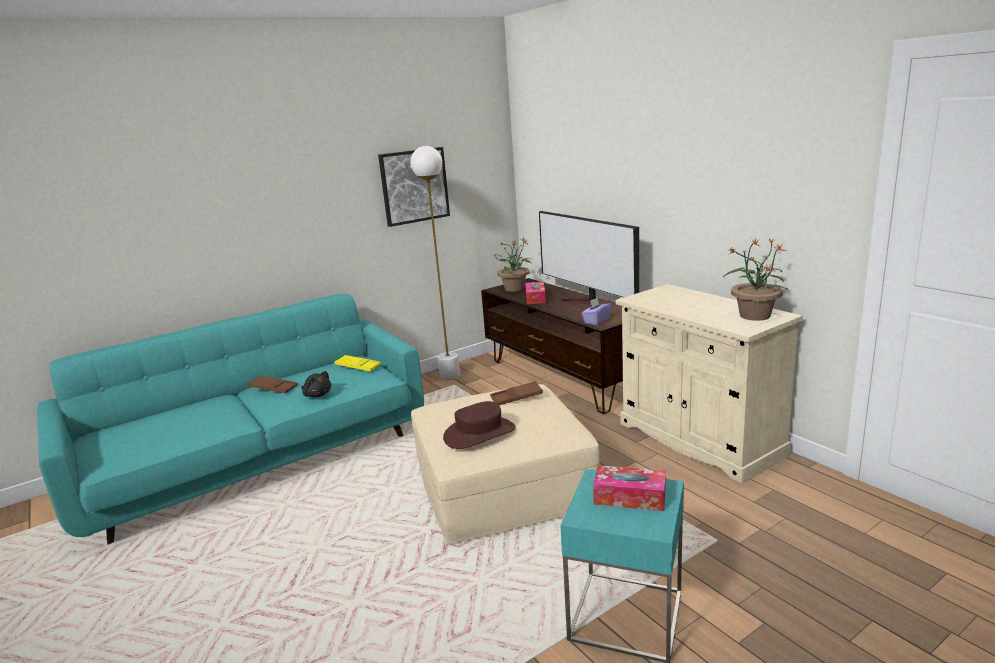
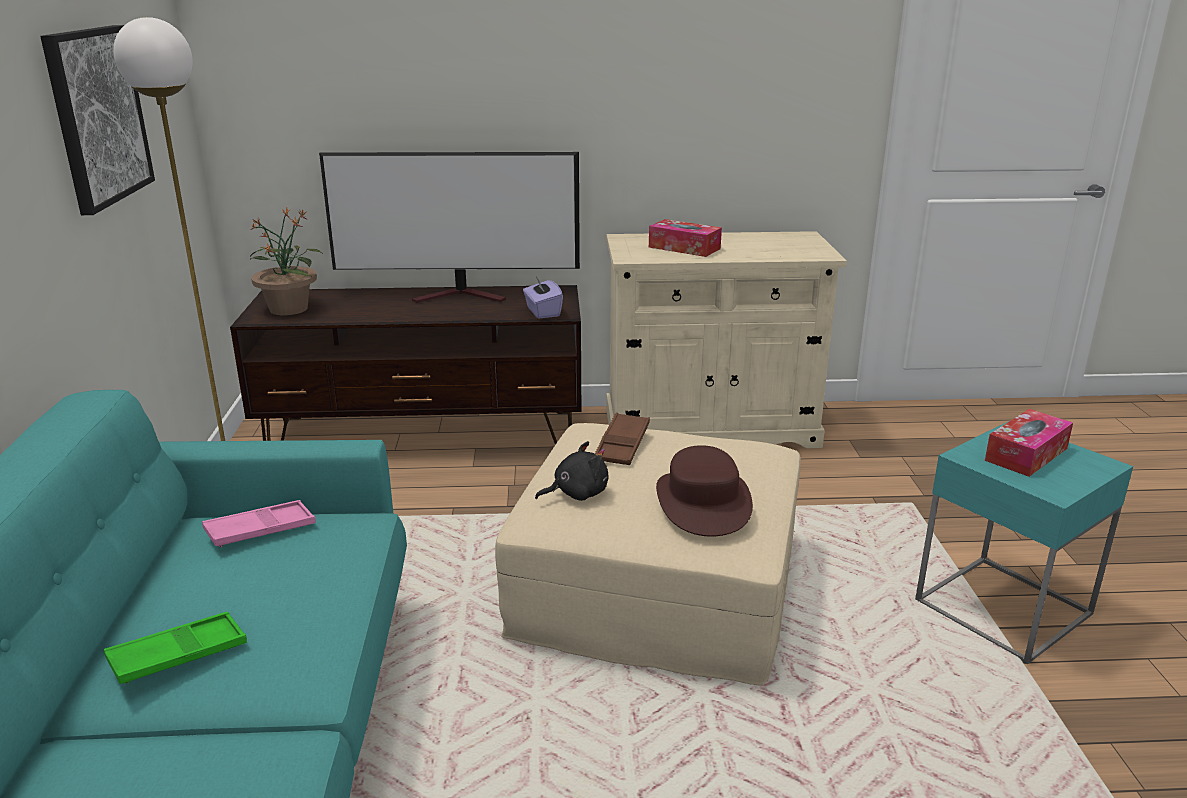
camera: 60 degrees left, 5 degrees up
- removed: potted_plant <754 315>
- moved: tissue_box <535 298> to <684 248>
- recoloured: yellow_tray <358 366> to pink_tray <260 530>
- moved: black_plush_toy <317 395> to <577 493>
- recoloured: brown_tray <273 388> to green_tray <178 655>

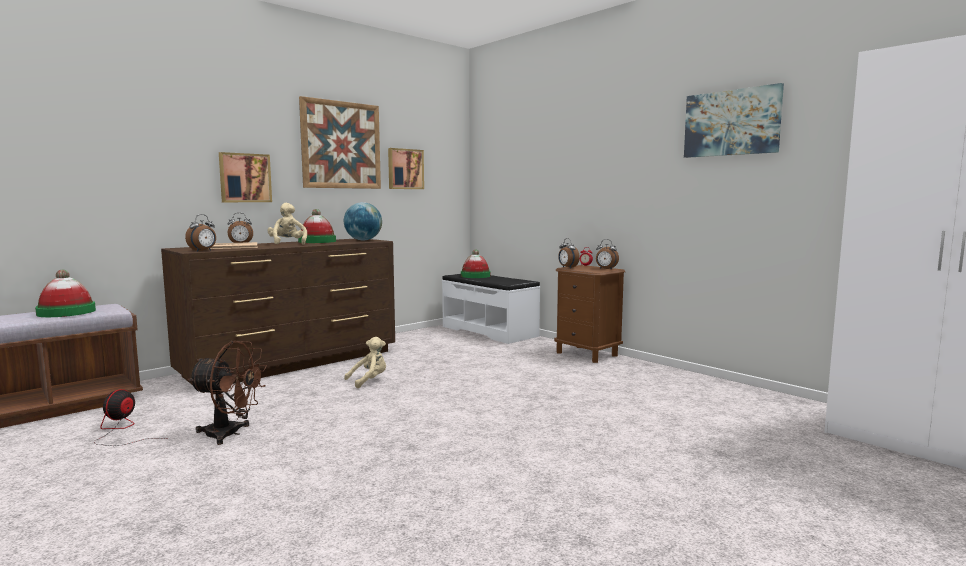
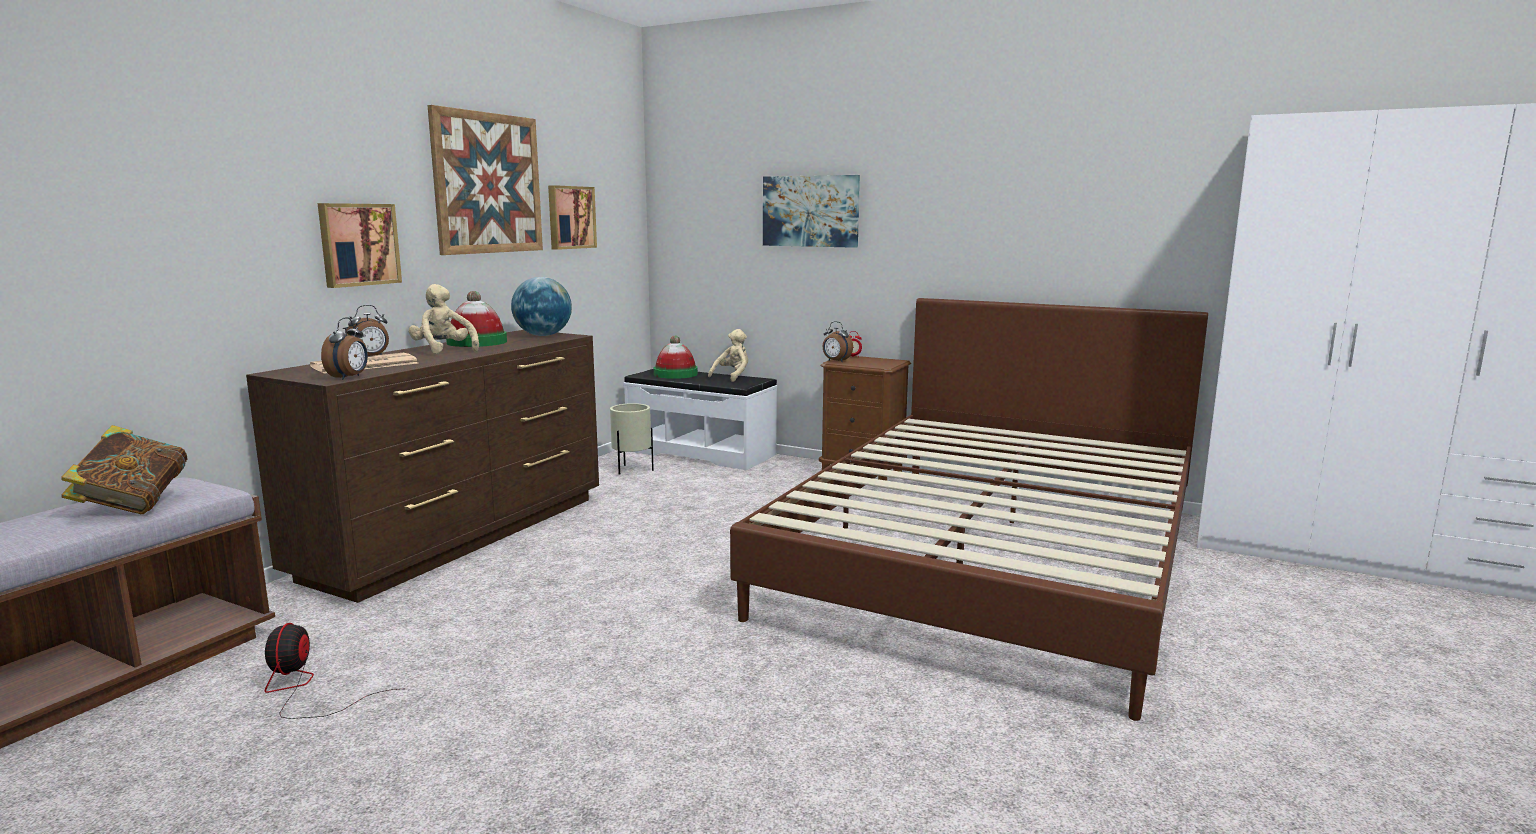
camera: 20 degrees left, 5 degrees up
- moved: picture <731 123> to <810 211>
- removed: alarm_clock <606 269>
- replaced: hat <66 312> to book <133 505>
- moved: beige_plush_toy <369 381> to <732 377>
- removed: brown_fan <230 434>
- added: brown_bed <993 559>
- added: beige_planter <632 470>

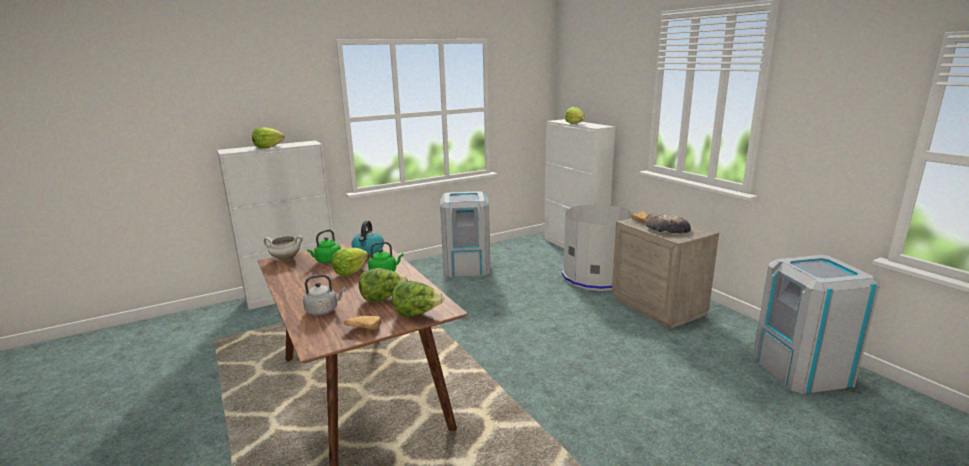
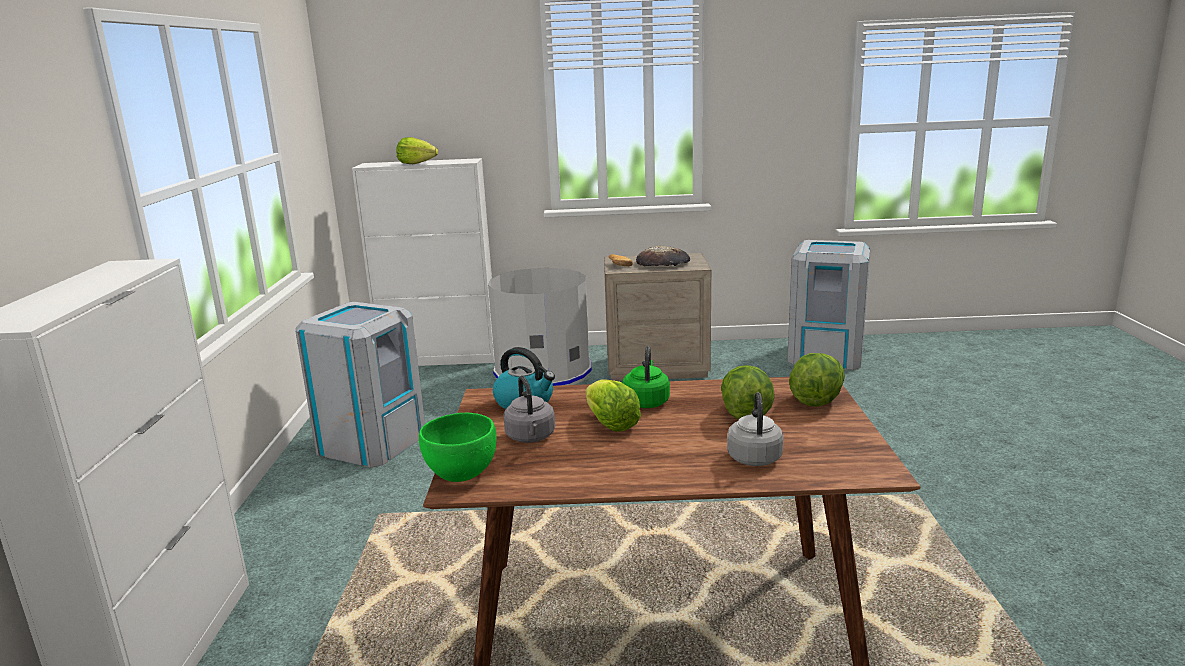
camera: 60 degrees left, 0 degrees up
- removed: lettuce <268 147>
- recoloured: green_kettle <327 261> to grey_kettle <531 437>
- replaced: white_cooking_pot <285 258> to green_bowl <461 474>
- removed: bread <362 329>

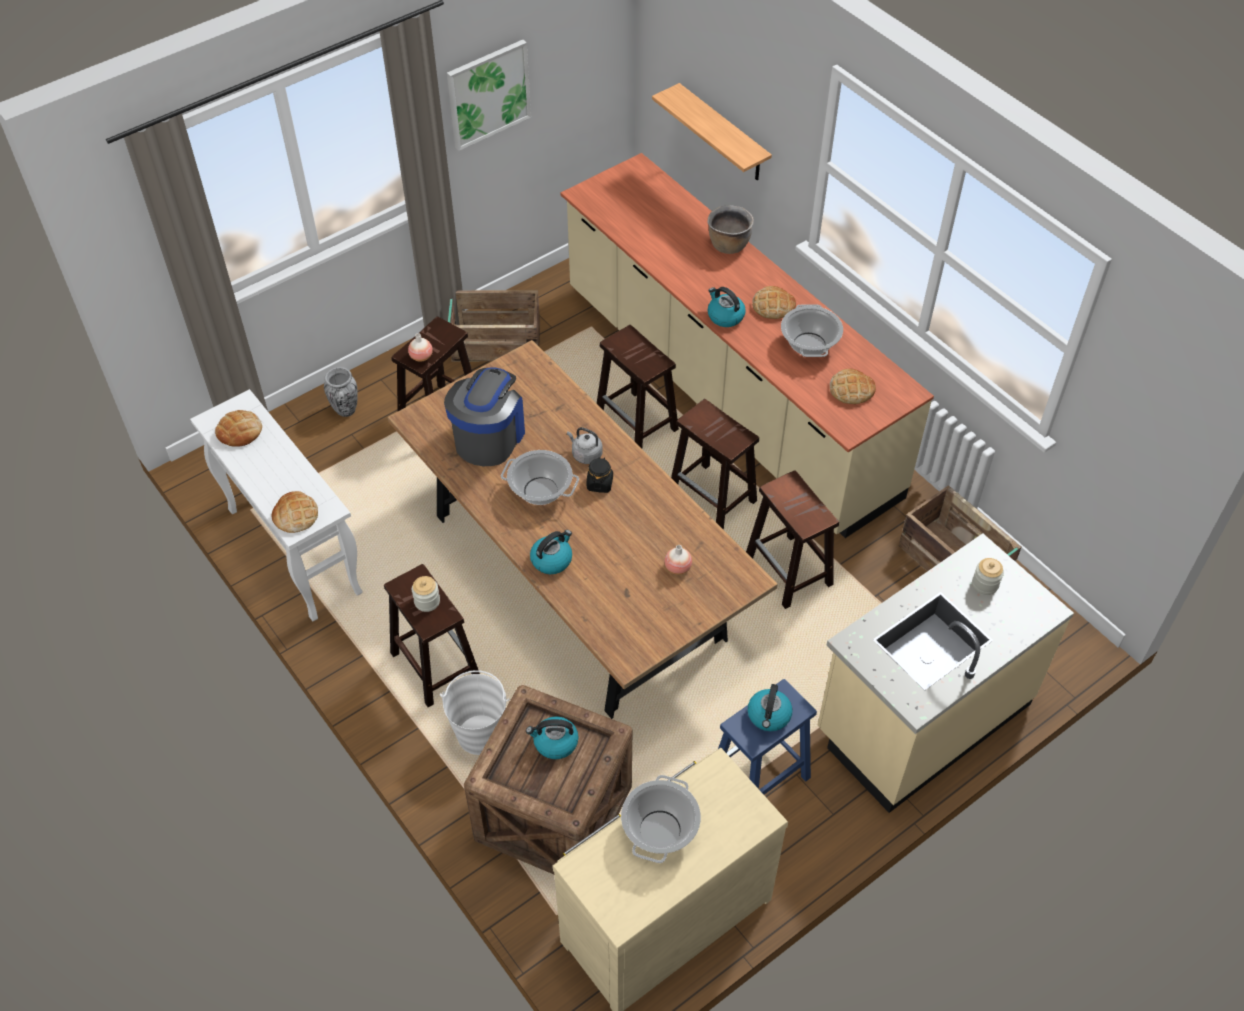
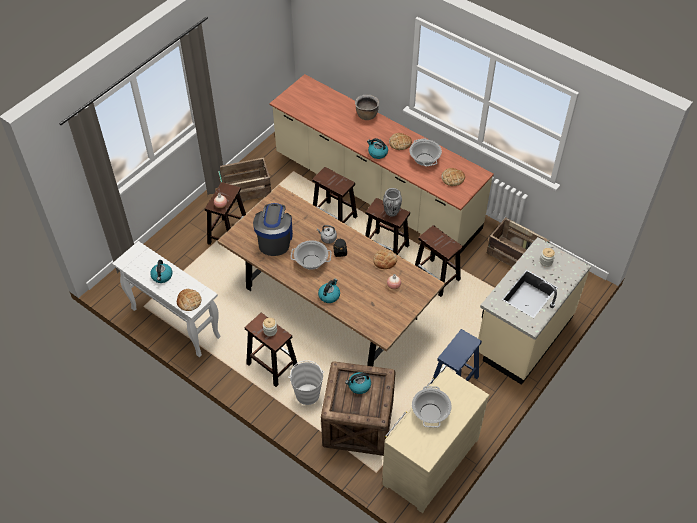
camera: 15 degrees left, 0 degrees up
- removed: picture <488 94>
- removed: shelf <723 134>
- moved: vase <345 410> to <391 212>
- moved: bread <240 431> to <385 260>
- moved: kettle <769 716> to <162 276>

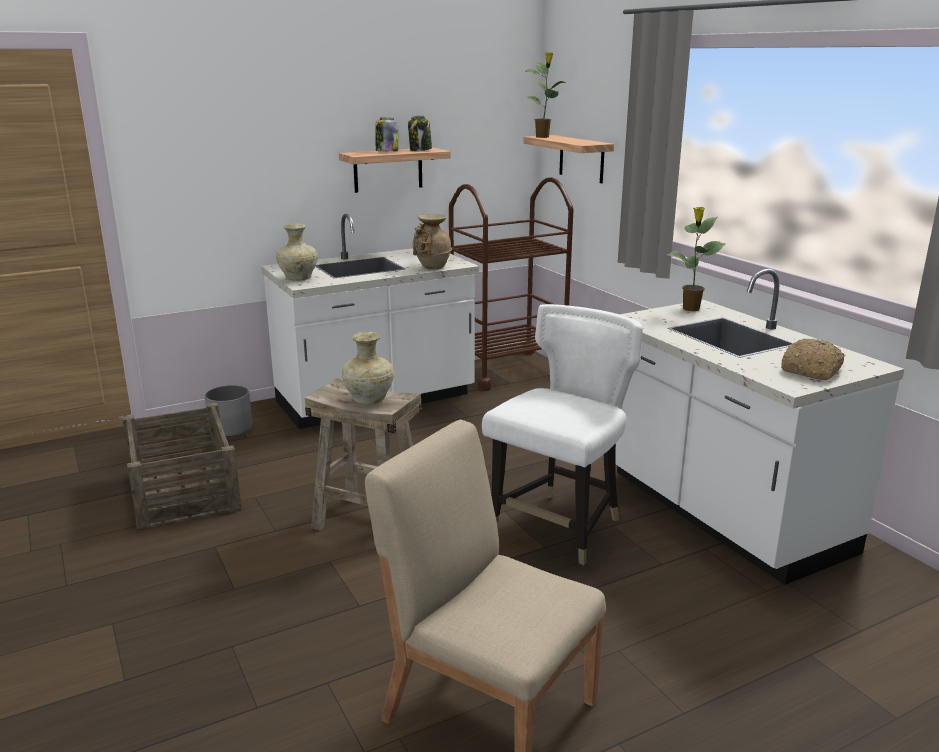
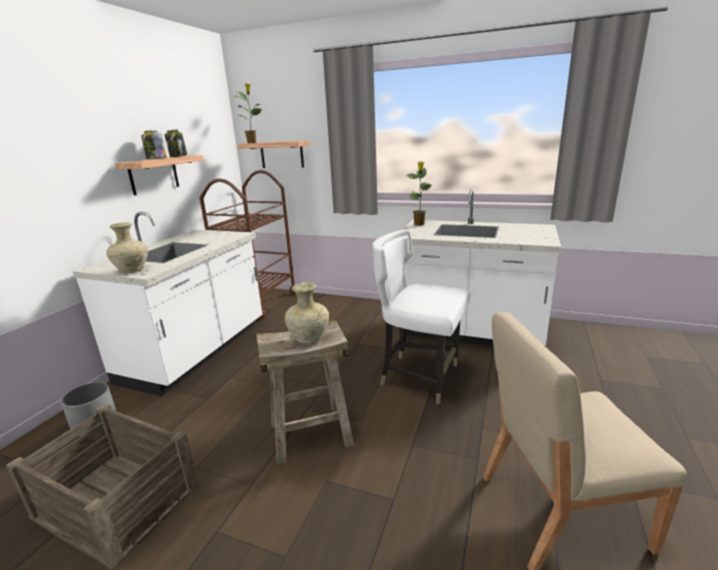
camera: 40 degrees left, 0 degrees up
- removed: beige_vase <431 267>
- turned: white_chair <559 527> = <419 376> 60 degrees counterclockwise
- removed: bread <811 370>

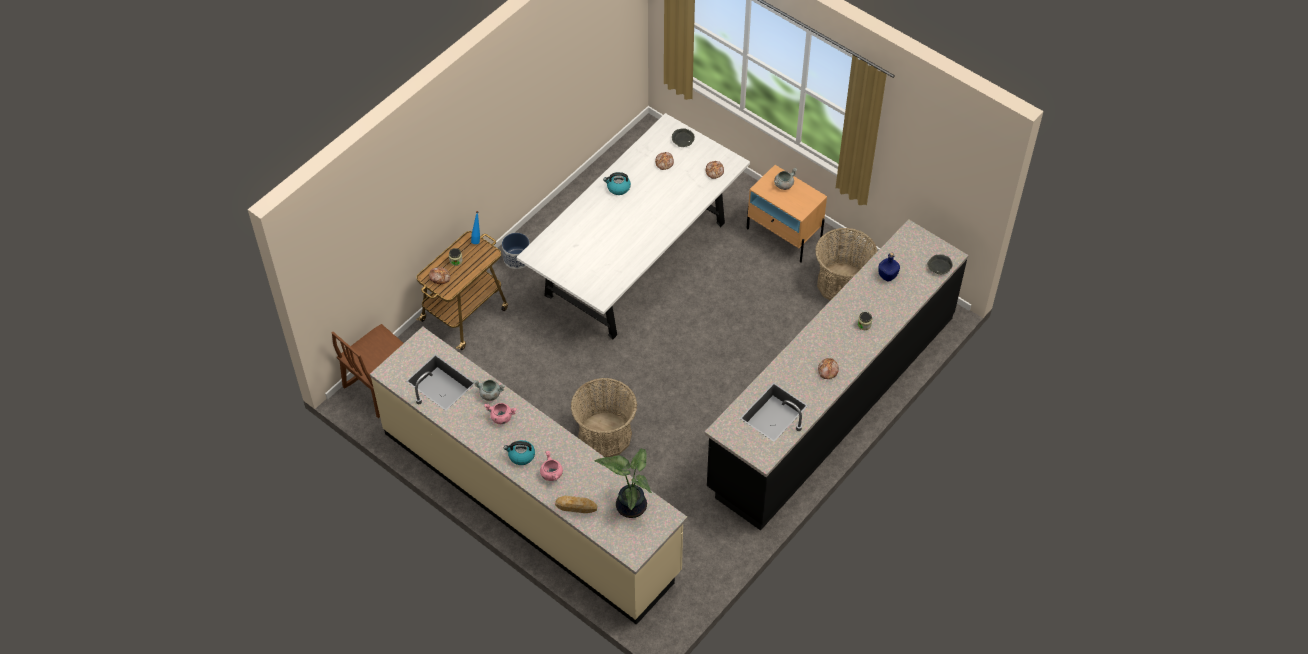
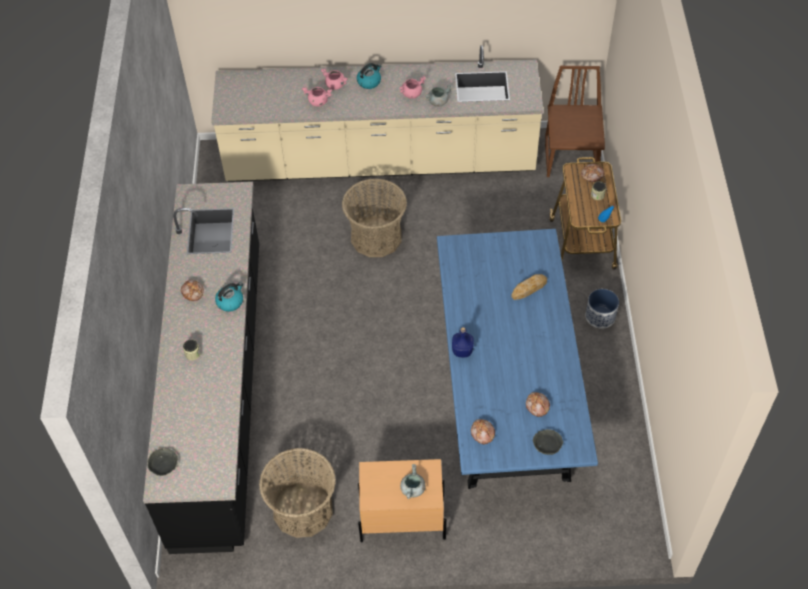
camera: 140 degrees right, 0 degrees up
- recoloured: white_dining_table <636 259> to blue_dining_table <506 391>
- moved: kettle <618 188> to <230 301>
- moved: blue_bottle <887 276> to <462 351>
- removed: potted_plant <630 504>
- moved: bread <576 506> to <529 288>
- added: pink_cooking_pot <318 102>

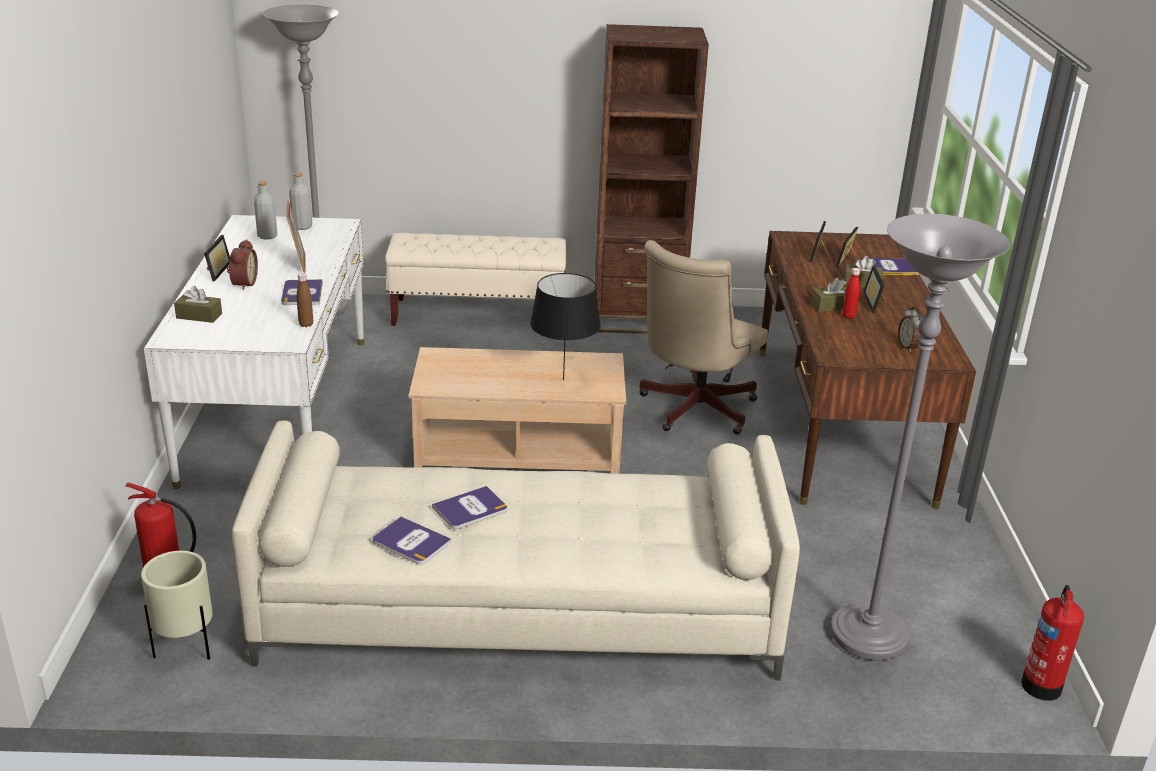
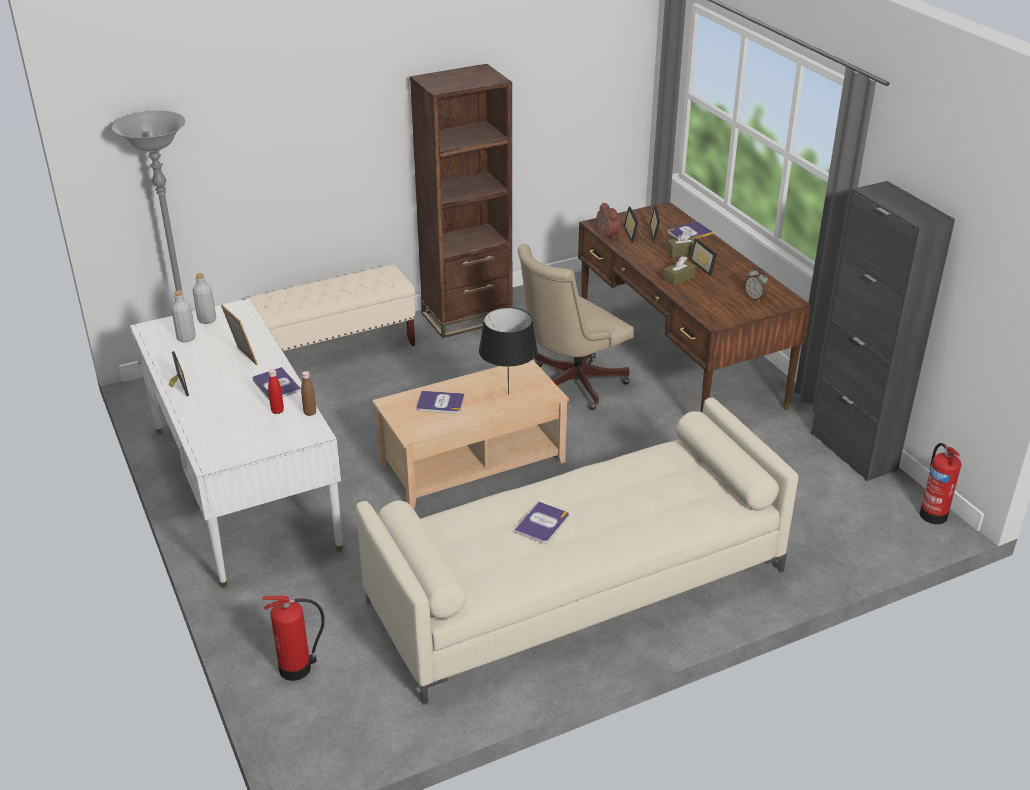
camera: 25 degrees left, 5 degrees up
- removed: grey_floor_lamp <868 636>
- moved: alarm_clock <242 283> to <606 235>
- turned: beige_office_chair <692 410> = <570 384> 45 degrees clockwise
- moved: red_bottle <848 316> to <277 411>
- removed: brown_tissue_box <199 316>
- moved: book <411 542> to <440 403>
- removed: beige_planter <185 647>
- added: black_cabinet <853 451>

